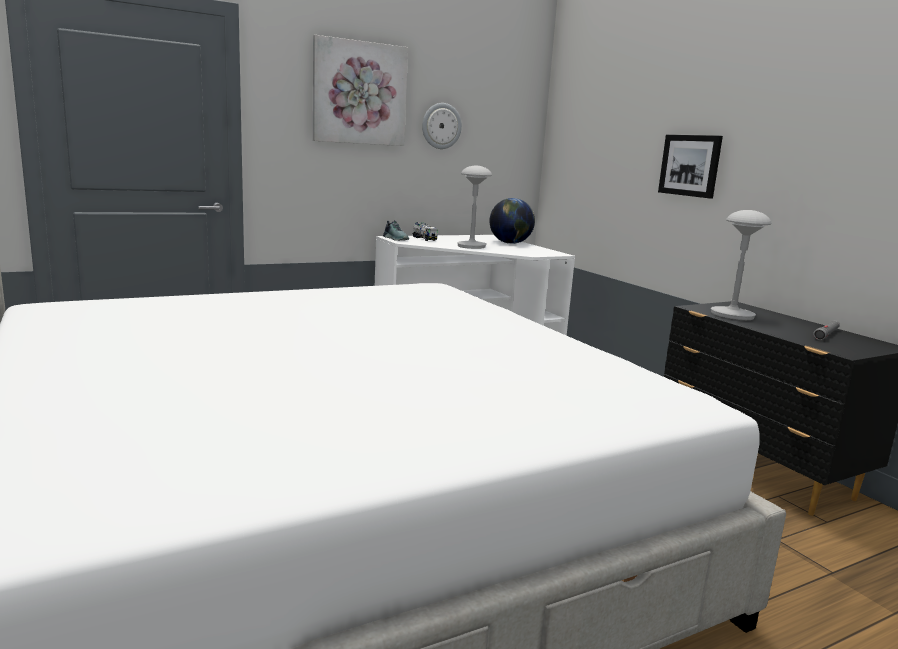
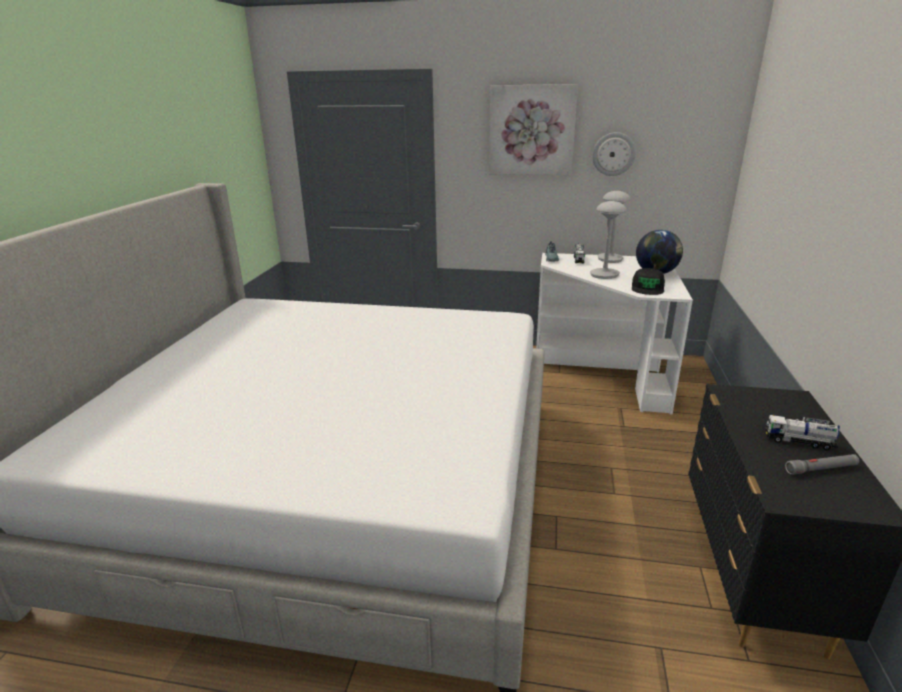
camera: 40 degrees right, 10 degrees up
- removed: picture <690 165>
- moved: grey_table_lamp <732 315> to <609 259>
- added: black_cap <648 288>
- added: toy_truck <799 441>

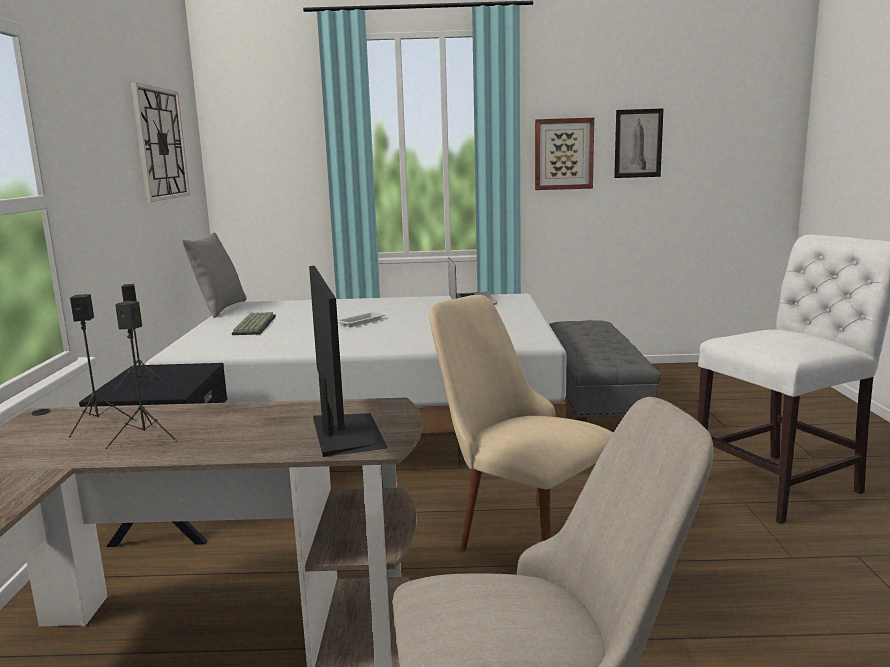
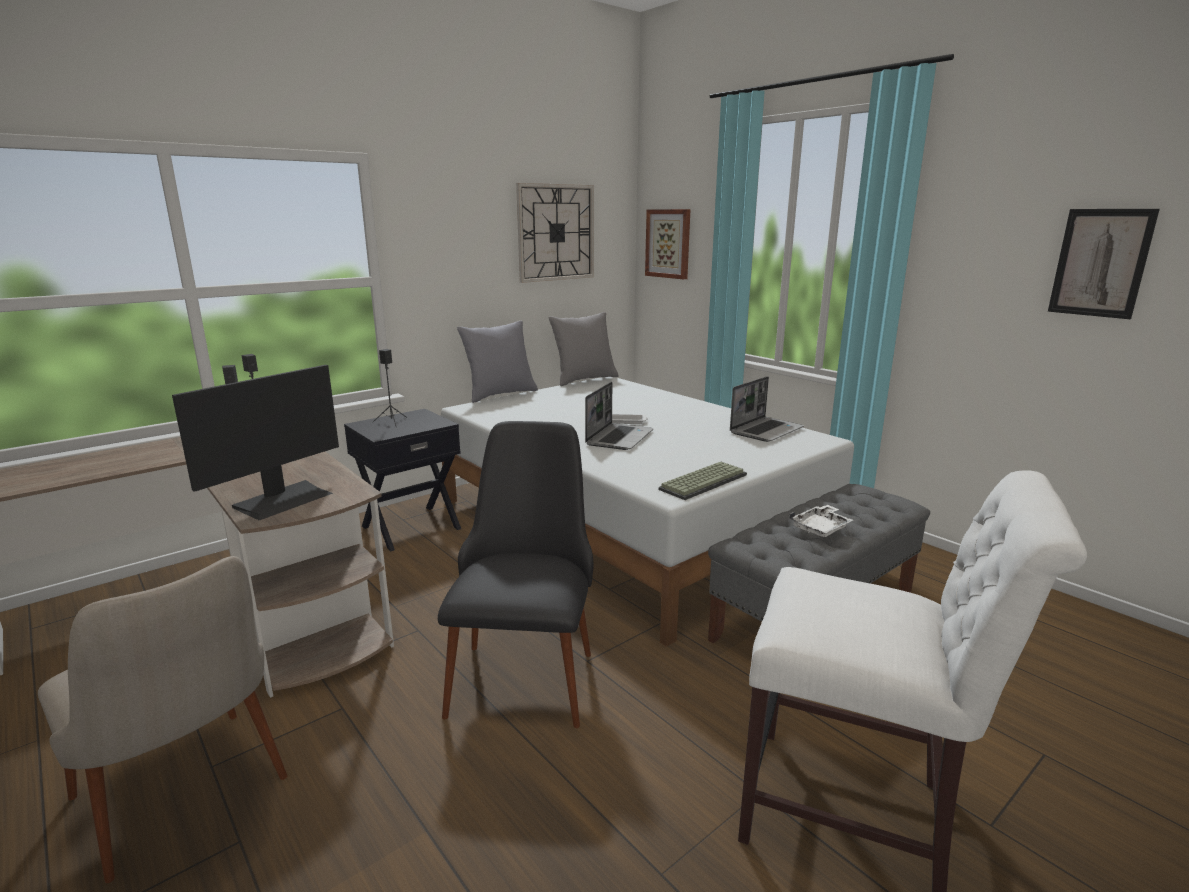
camera: 50 degrees right, 5 degrees up
- moved: picture <563 154> to <668 243>
- recoloured: beige_chair <521 533> to black_chair <526 666>
- moved: keyboard <253 325> to <703 481>
- added: grey_pillow <500 394>
- added: laptop <619 437>
- added: white_tray <821 528>

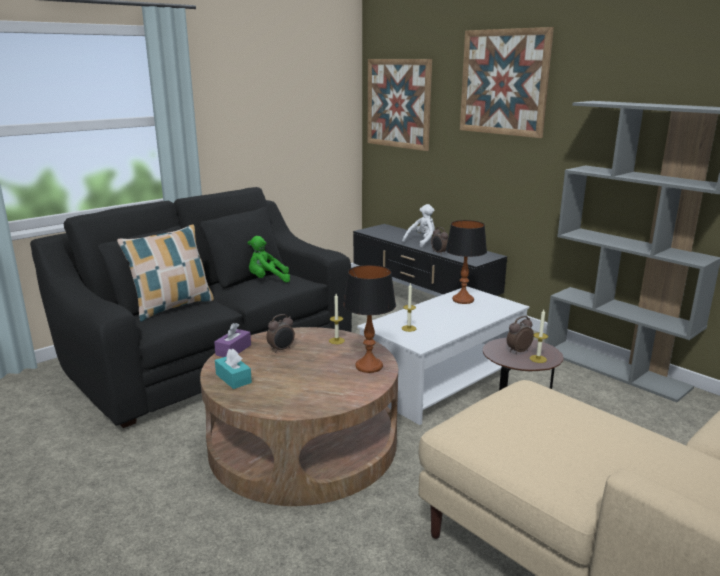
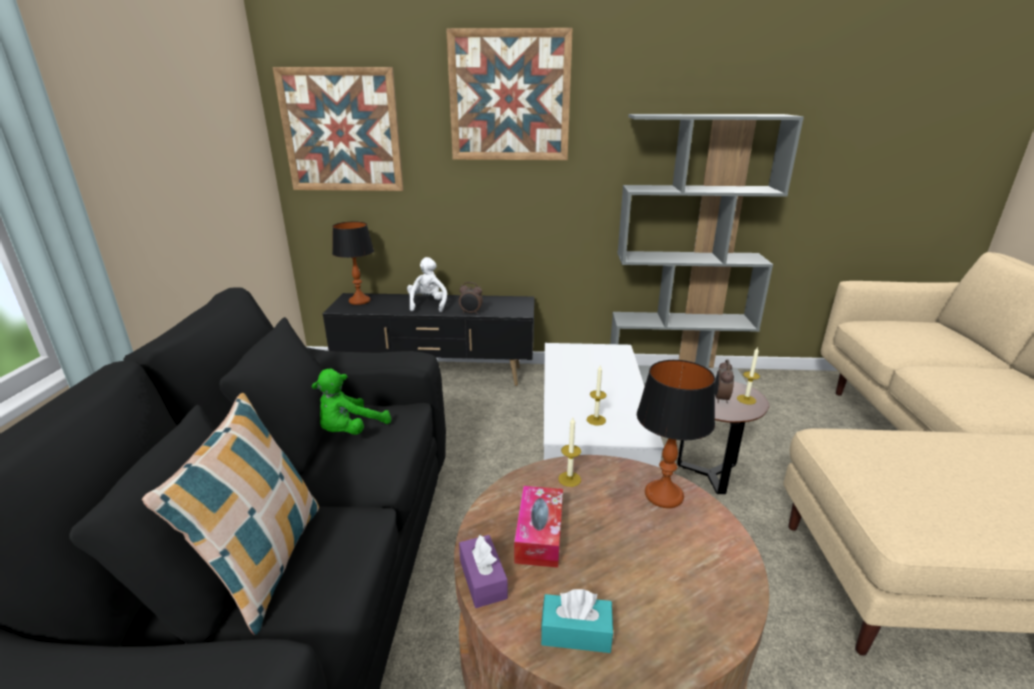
camera: 45 degrees left, 5 degrees up
- moved: table_lamp <463 300> to <359 301>
- replaced: alarm_clock <281 349> to tissue_box <539 534>

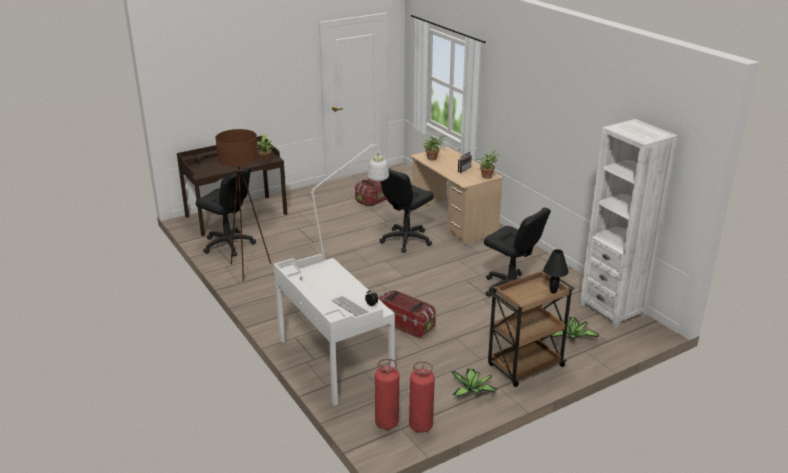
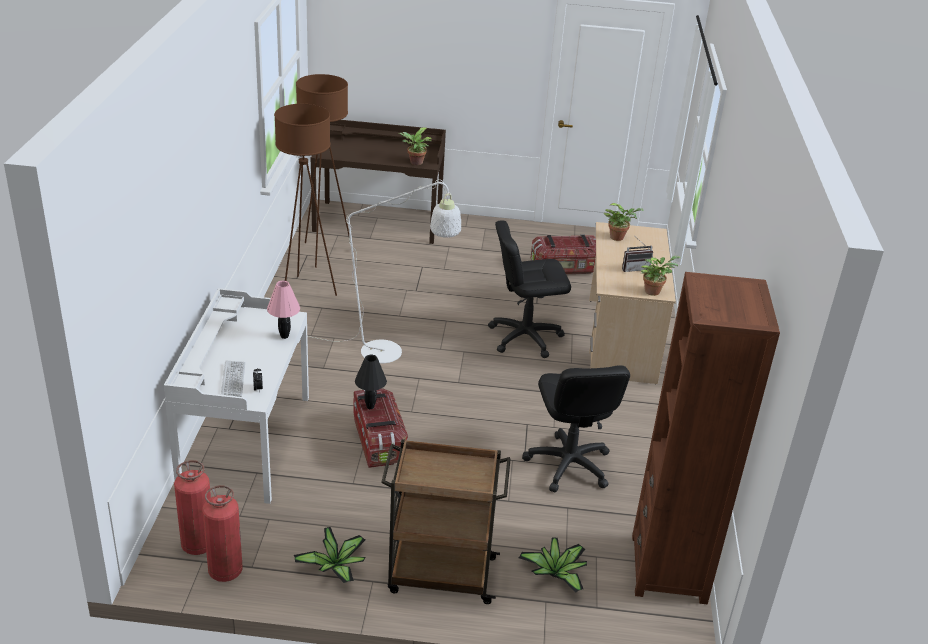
camera: 35 degrees right, 5 degrees up
- recoloured: white_bookcase <612 309> to brown_bookcase <669 568>
- replaced: black_office_chair <228 244> to brown_floor_lamp <324 253>
- moved: black_table_lamp <553 292> to <370 406>
- added: pink_table_lamp <284 336>

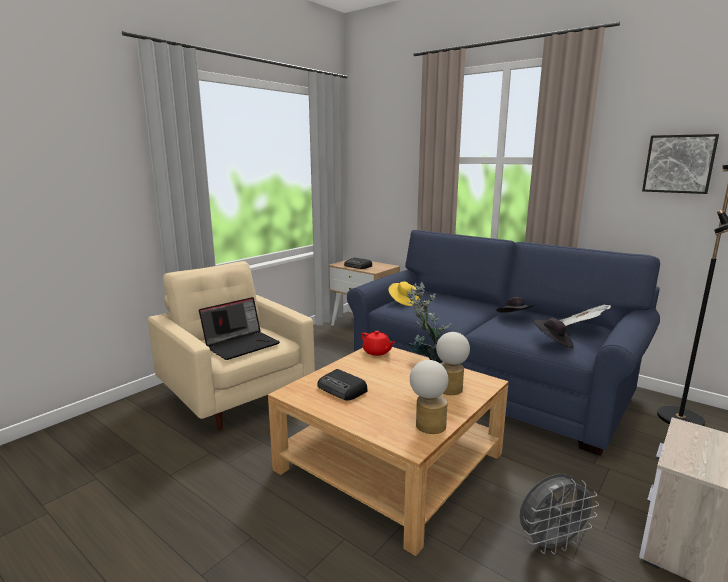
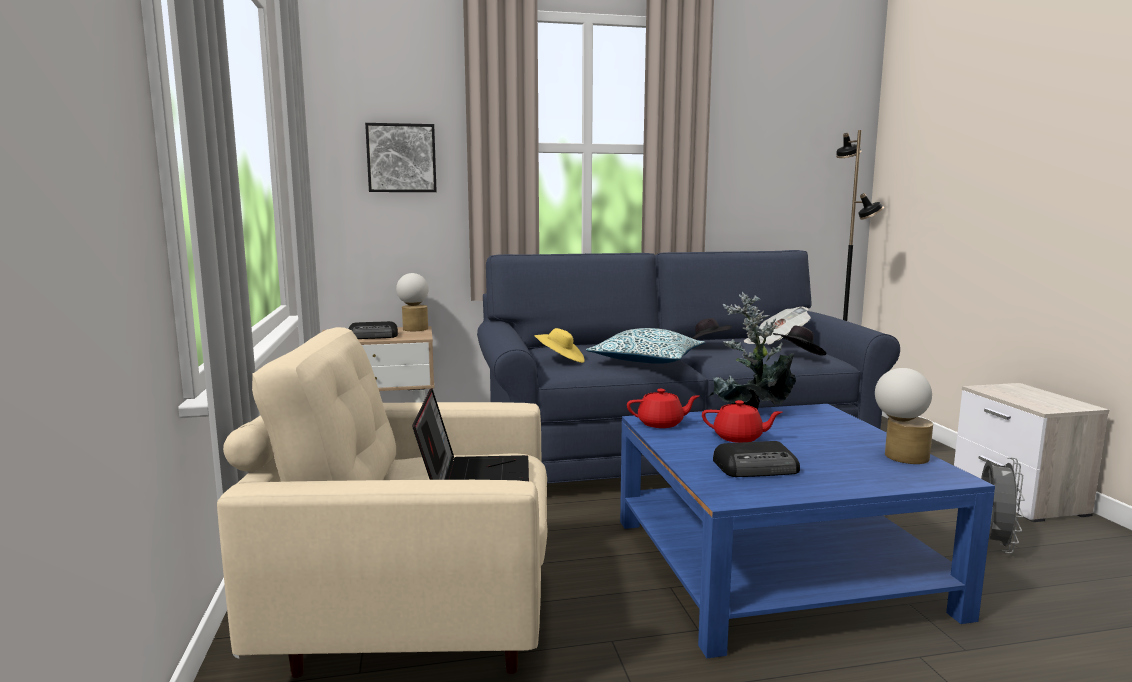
camera: 50 degrees left, 5 degrees down
- moved: picture <679 164> to <401 158>
- moved: table_lamp <450 387> to <415 328>
- recoloured: beige_coffee_table <390 461> to blue_coffee_table <775 565>
- added: pillow <646 361>
- added: red_teapot <739 438>

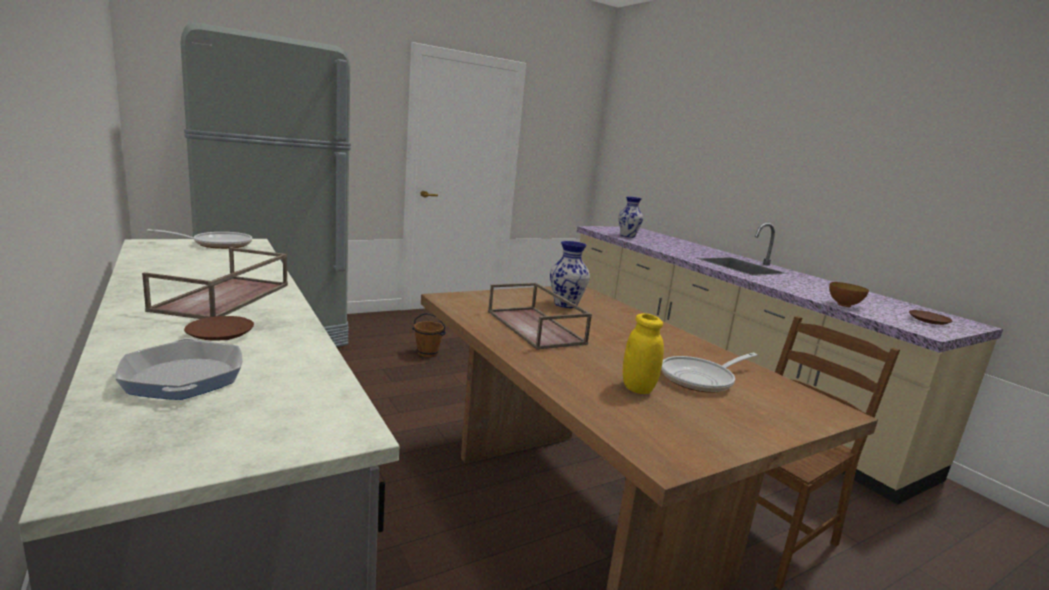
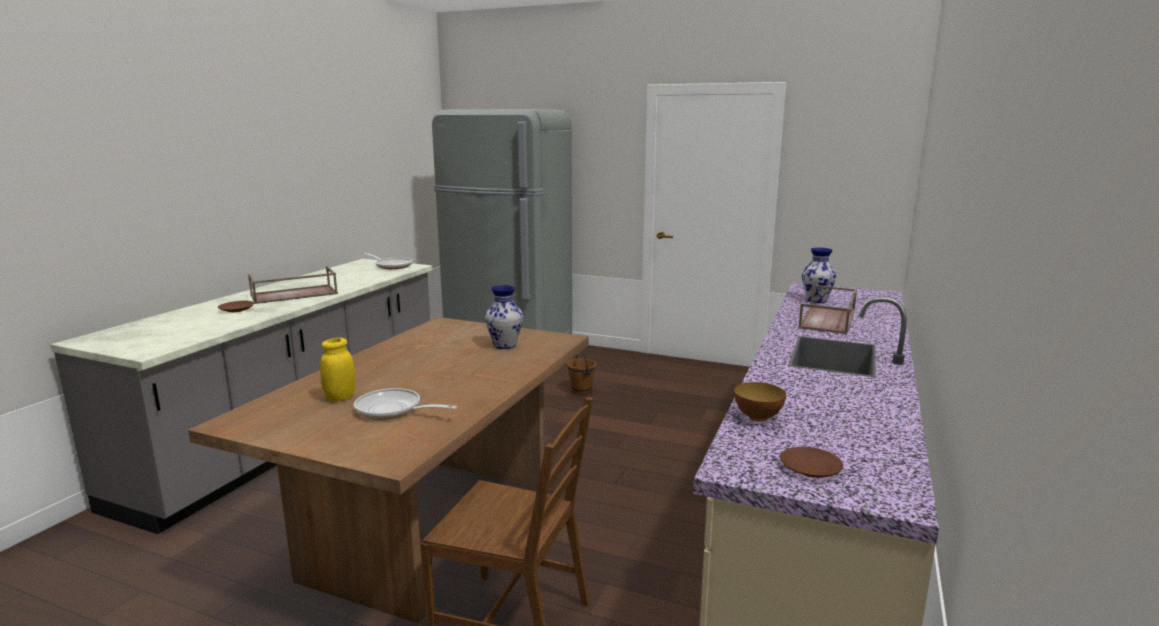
camera: 55 degrees right, 0 degrees up
- moved: brown_tray <536 327> to <828 320>
- removed: frying_pan <183 378>

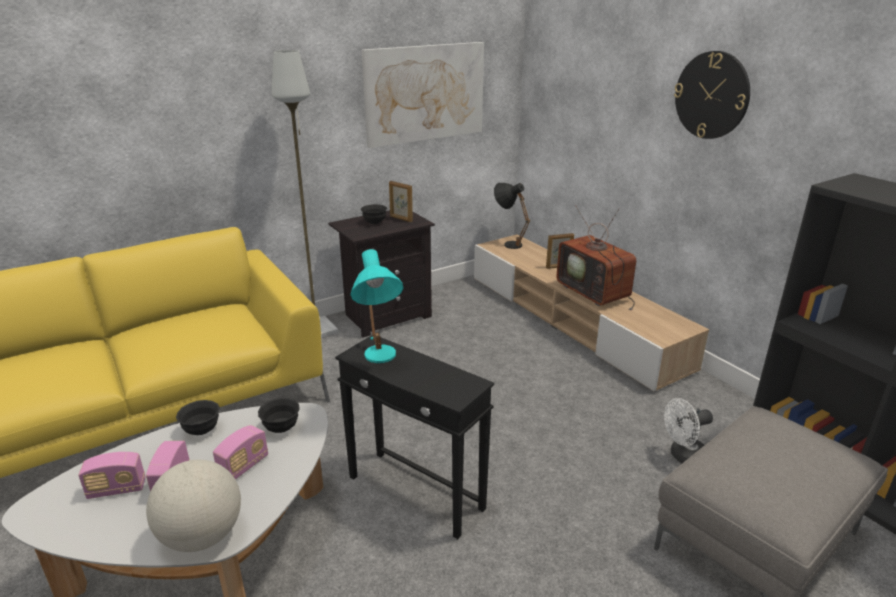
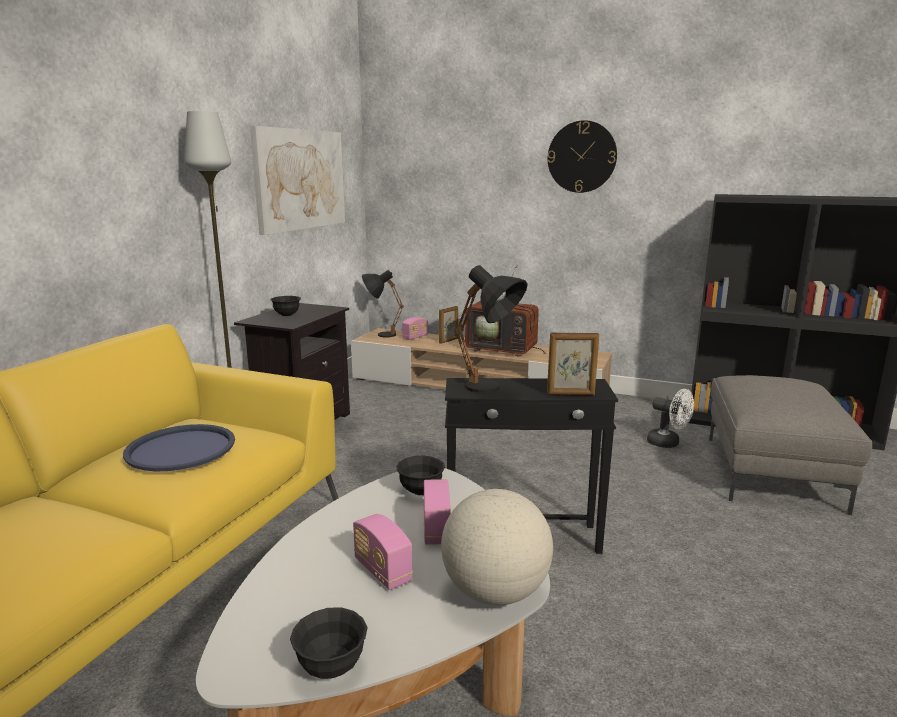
camera: 35 degrees left, 10 degrees down
- moved: picture_frame <401 219> to <571 394>
- recoloured: turquoise_table_lamp <380 361> to black_table_lamp <491 390>
- turned: white_fan <683 456> = <668 443> 90 degrees counterclockwise
- moved: black_bowl <201 430> to <331 667>
- moved: radio <117 489> to <415 337>
- added: blue_tray <181 449>

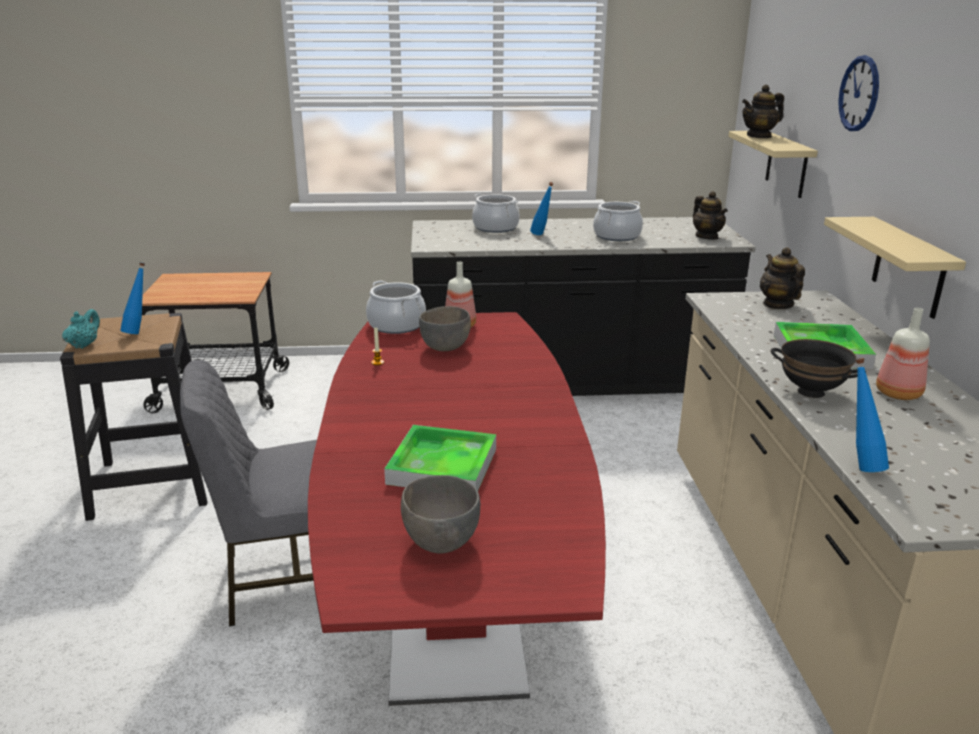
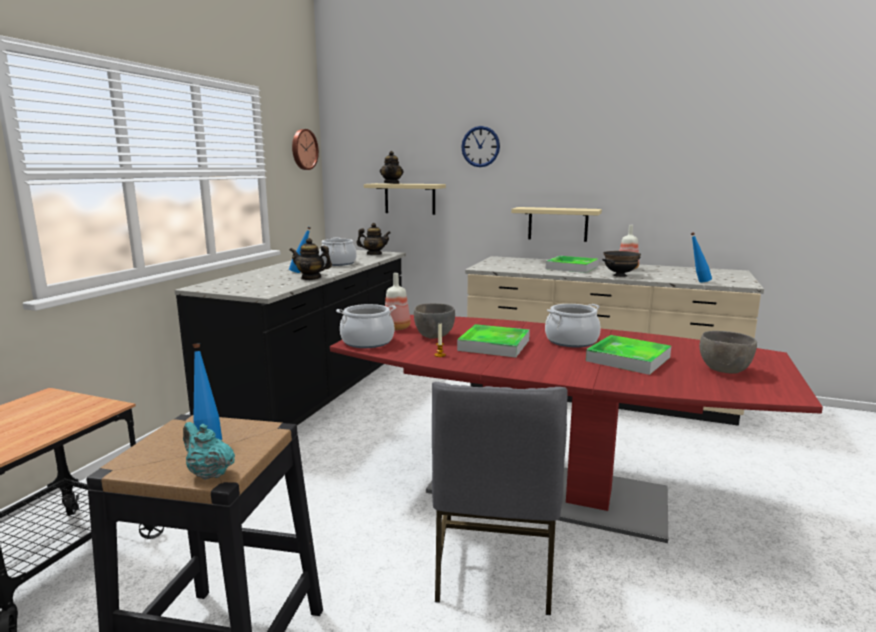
camera: 65 degrees left, 10 degrees down
- moved: cooking_pot <495 228> to <571 341>
- moved: teapot <777 305> to <311 278>
- added: wall_clock <303 149>
- added: tray <494 345>

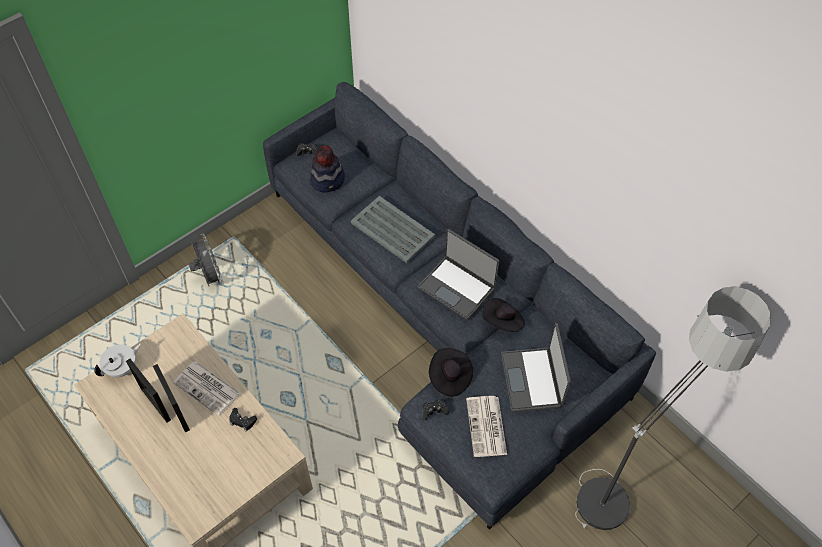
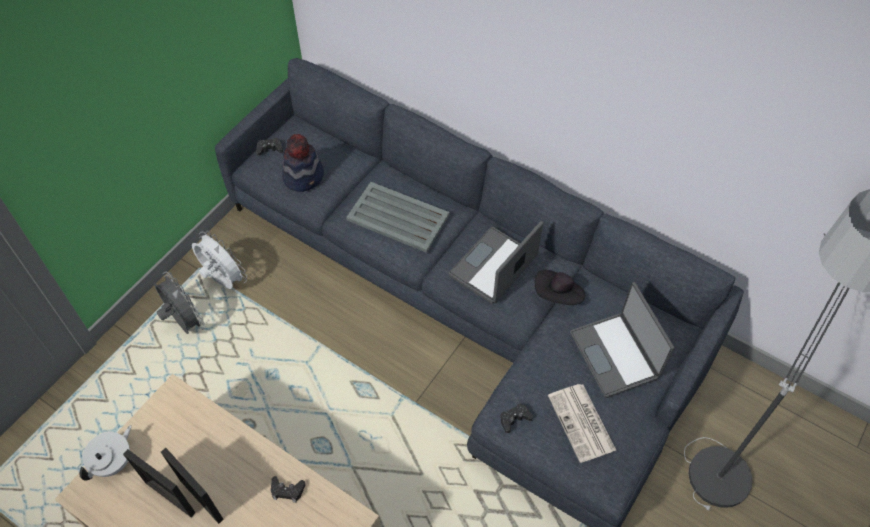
camera: 15 degrees left, 0 degrees up
- turned: laptop <457 287> = <494 267> 105 degrees clockwise
- removed: black_hat <449 377>
- removed: newspaper <208 388>
- added: white_fan <223 280>

